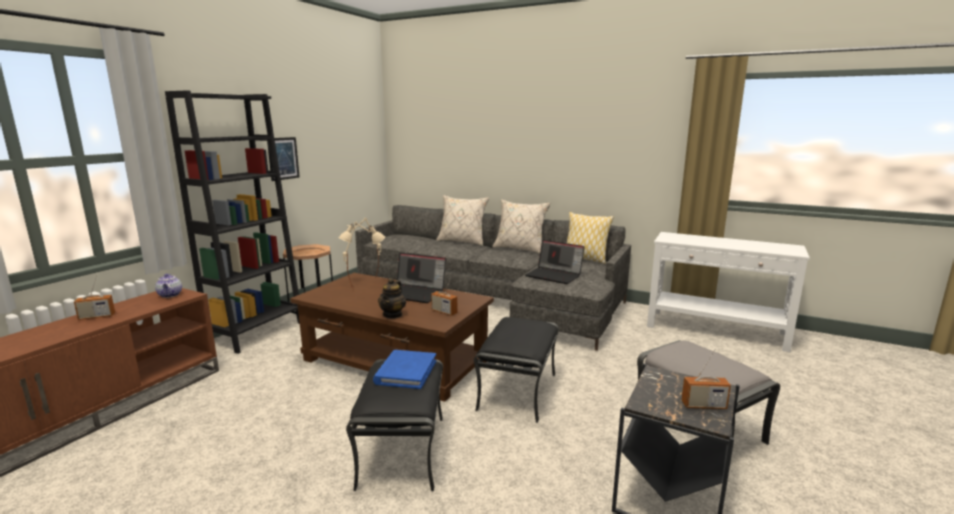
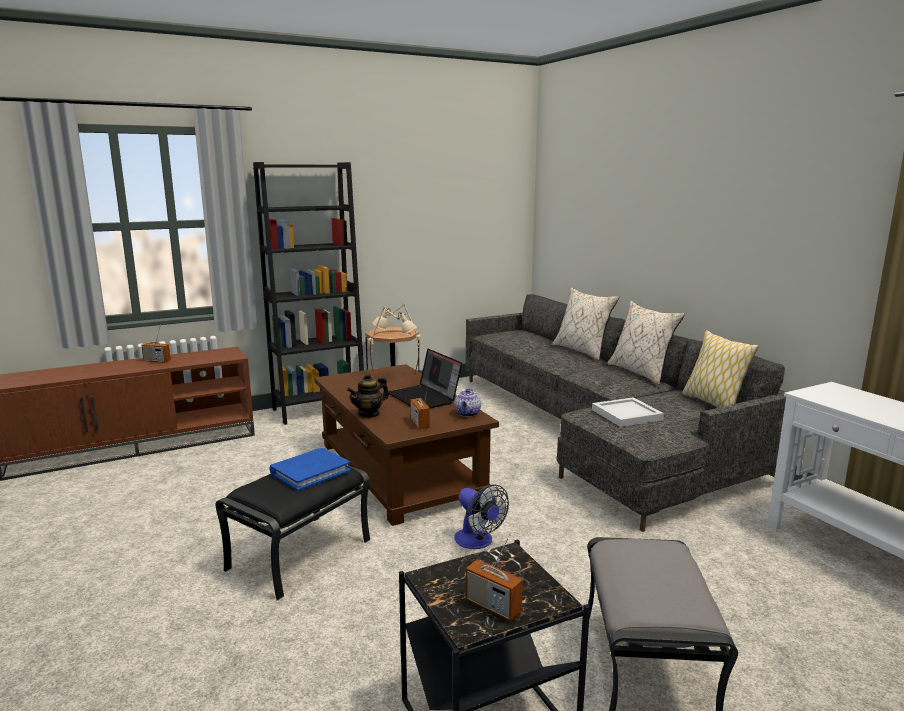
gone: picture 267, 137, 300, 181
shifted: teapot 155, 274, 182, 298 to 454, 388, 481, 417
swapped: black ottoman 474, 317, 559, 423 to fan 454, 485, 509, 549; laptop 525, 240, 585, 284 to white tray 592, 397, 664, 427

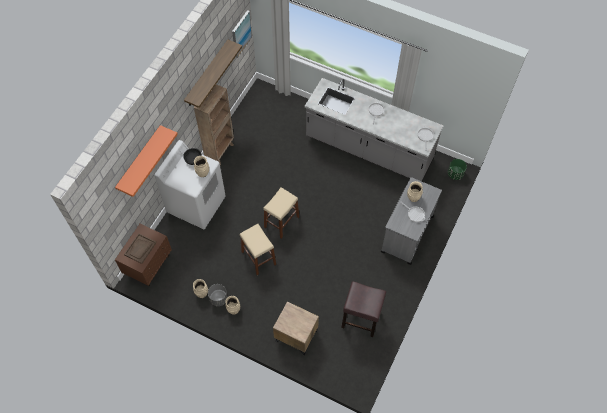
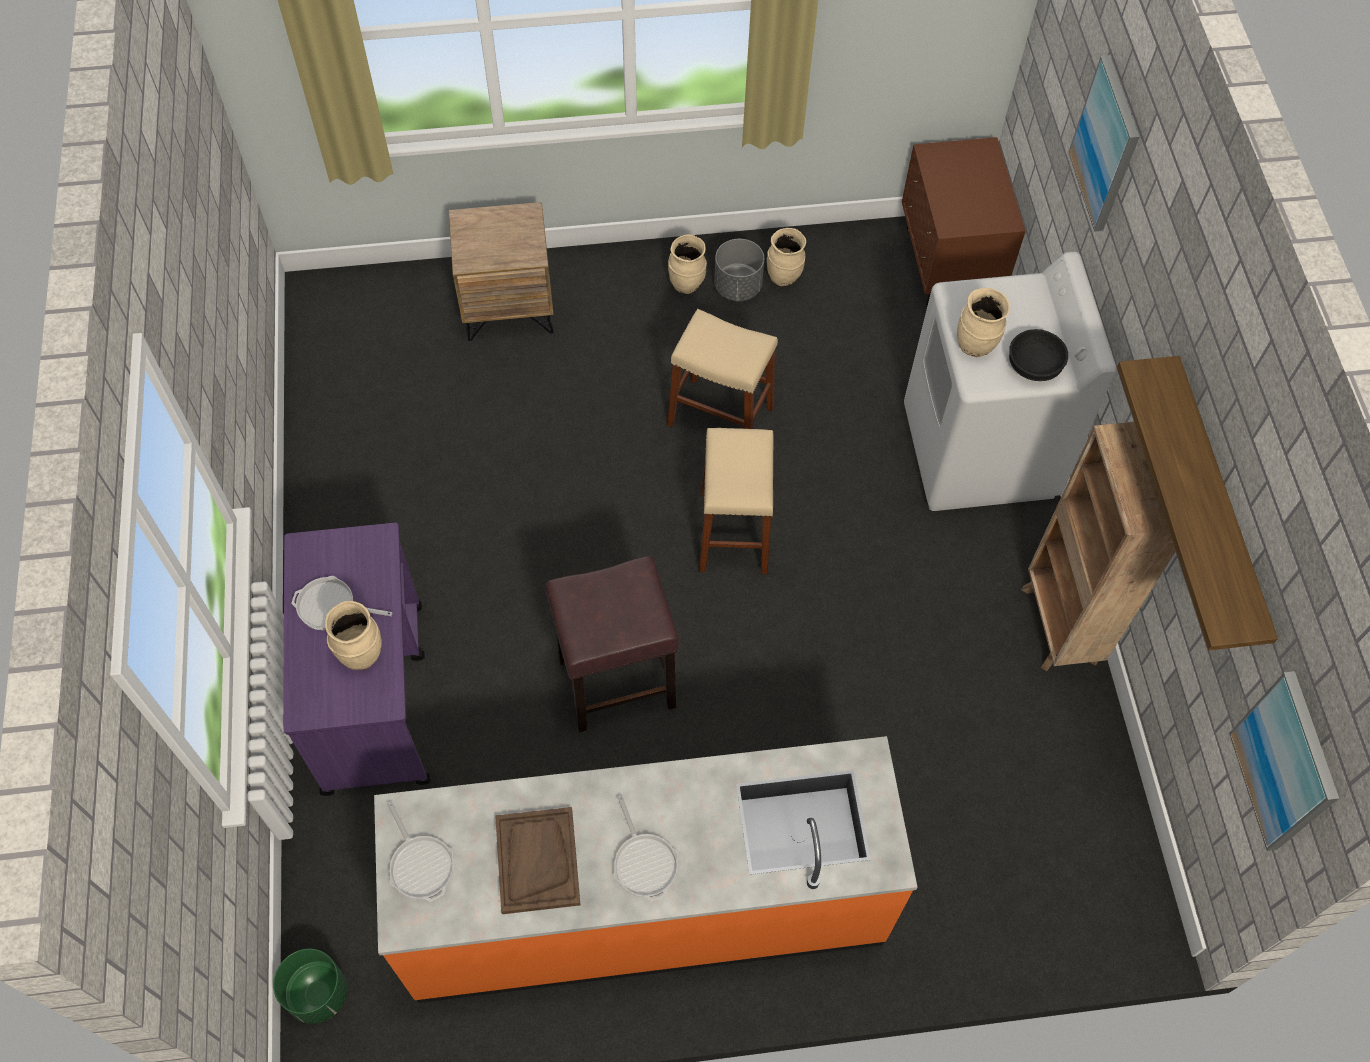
shifted: brown tray 124, 233, 156, 264 to 495, 807, 580, 914; brown stool 341, 281, 386, 337 to 545, 556, 679, 733
swapped: orange shelf 115, 125, 178, 197 to picture 1068, 55, 1139, 232
repainted: grey counter 305, 78, 443, 181 to orange counter 374, 736, 917, 1003; grey cart 381, 177, 442, 265 to purple cart 283, 523, 430, 796

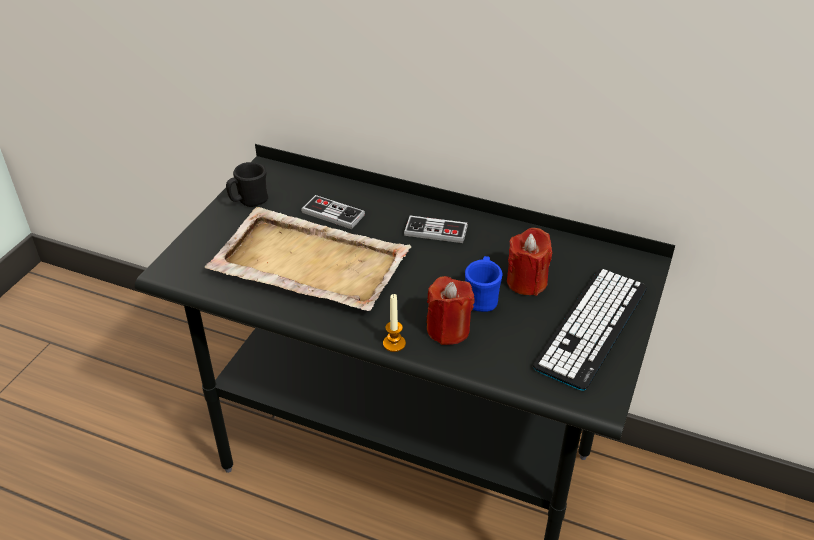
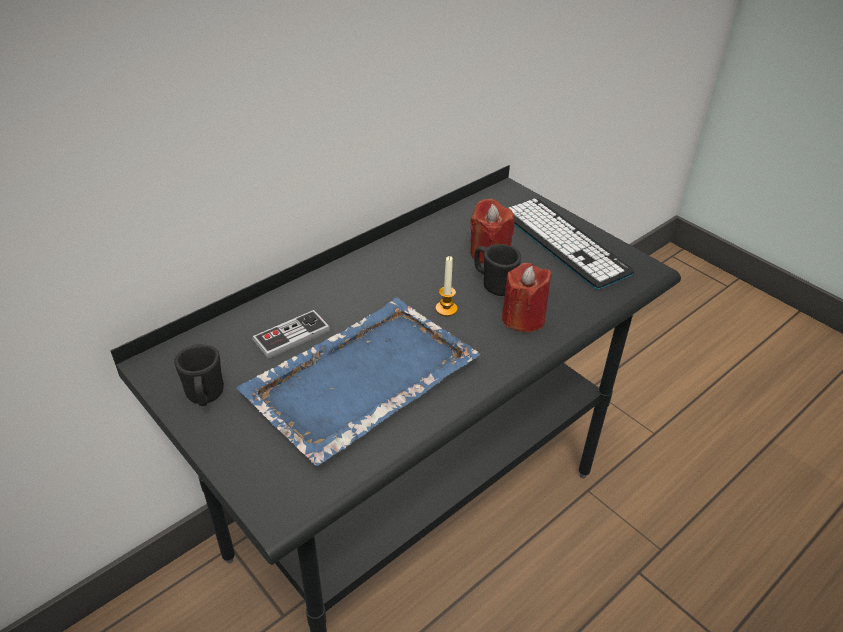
gone: game controller 404, 216, 468, 243
shifted: candle 383, 294, 406, 352 to 436, 256, 458, 316
repainted: beige tray 205, 207, 411, 311 to blue tray 236, 298, 480, 466; blue mug 465, 256, 503, 312 to black mug 475, 244, 521, 296

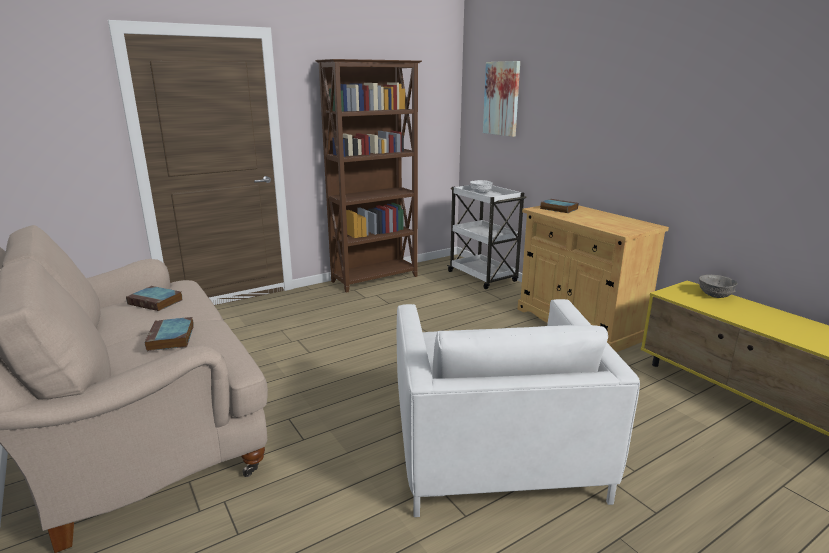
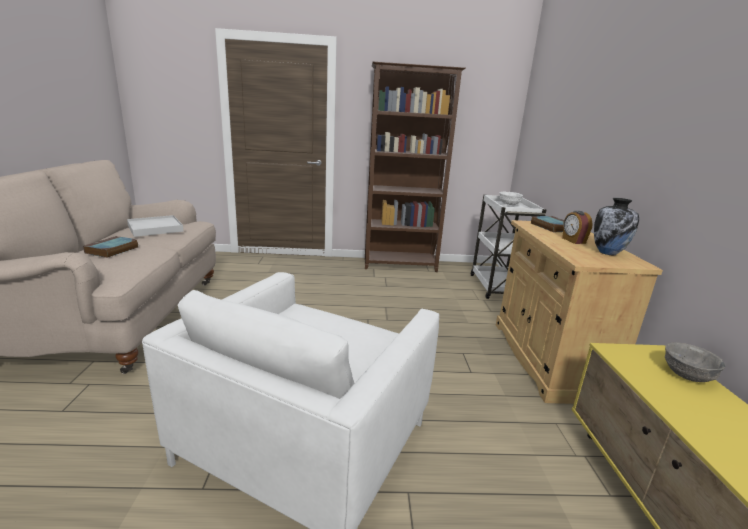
gone: picture 483, 61, 520, 137
new: alarm clock 562, 211, 593, 244; vase 594, 198, 639, 255
swapped: book 126, 286, 182, 311 to white tray 127, 215, 184, 237

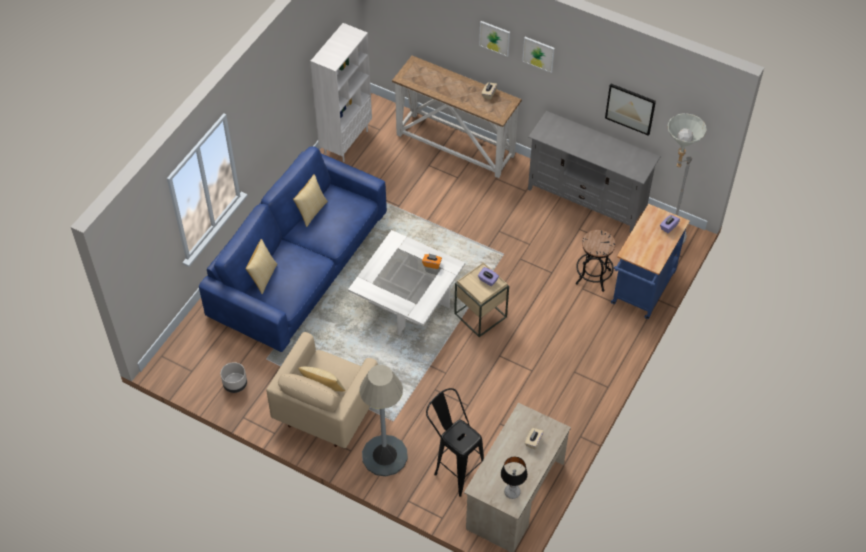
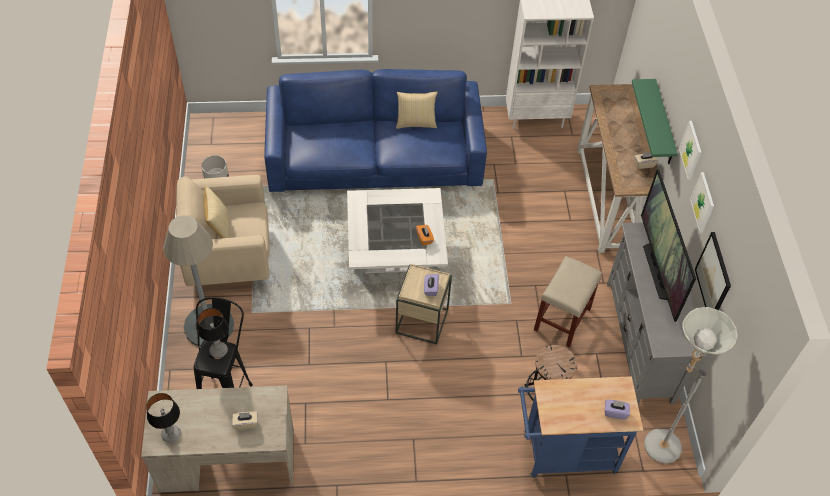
gone: pillow 246, 239, 277, 294
new: table lamp 197, 308, 229, 358; beige stool 534, 256, 602, 348; green shelf 632, 79, 678, 164; television 641, 169, 696, 322
shifted: picture 479, 21, 510, 57 to 690, 172, 714, 233

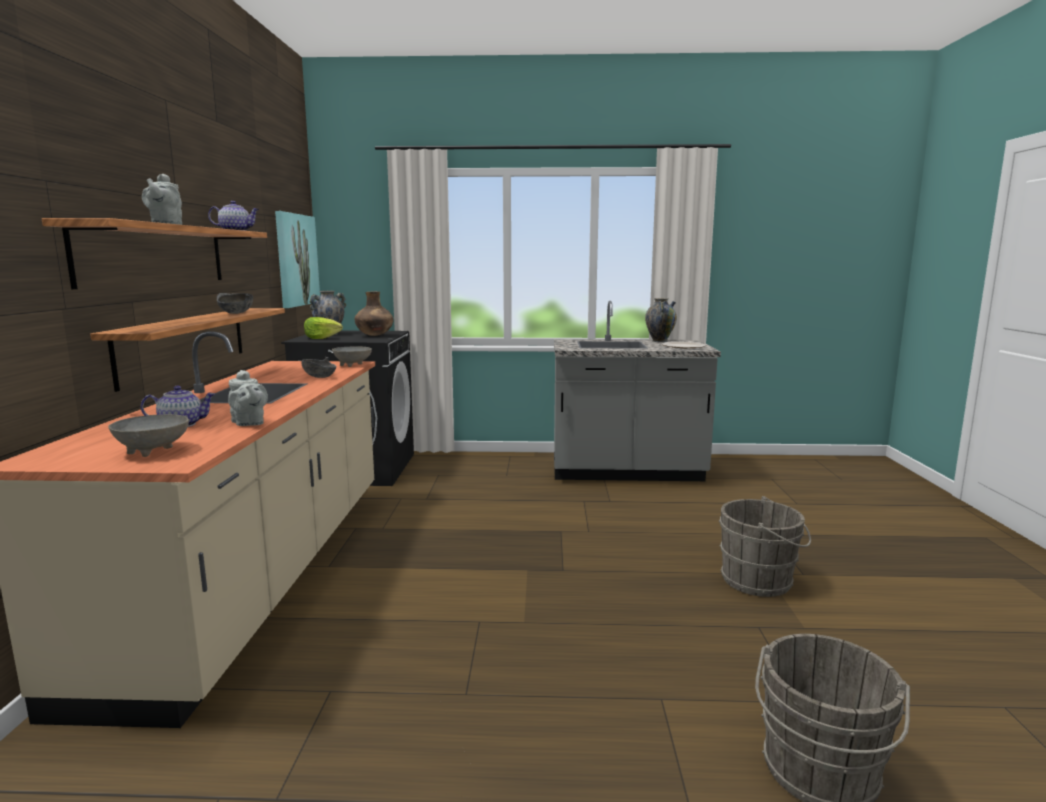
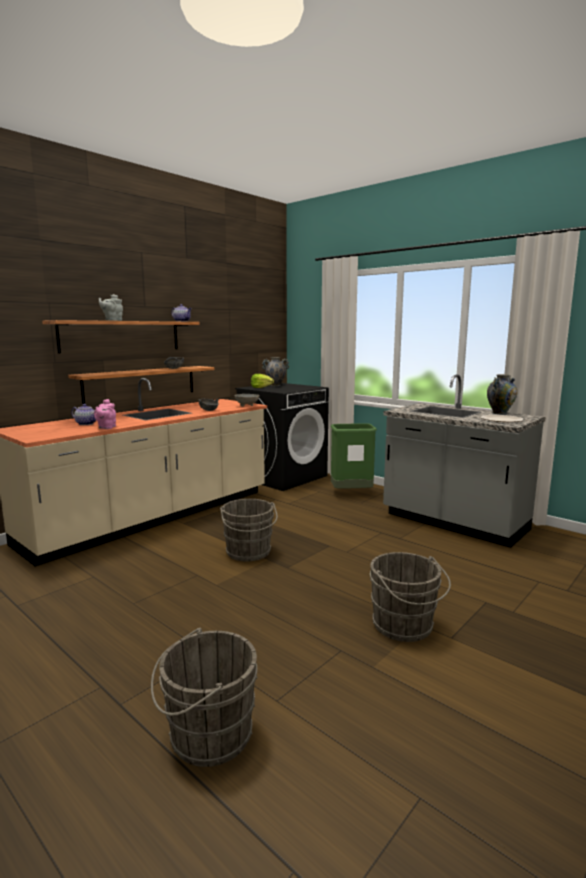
gone: grey bowl 108, 414, 189, 457; picture 275, 211, 320, 308; brown vase 355, 291, 394, 336
new: grey bucket 220, 499, 278, 561; green trash can 331, 423, 377, 489
repainted: grey teapot 228, 370, 268, 426 to pink teapot 94, 399, 116, 429

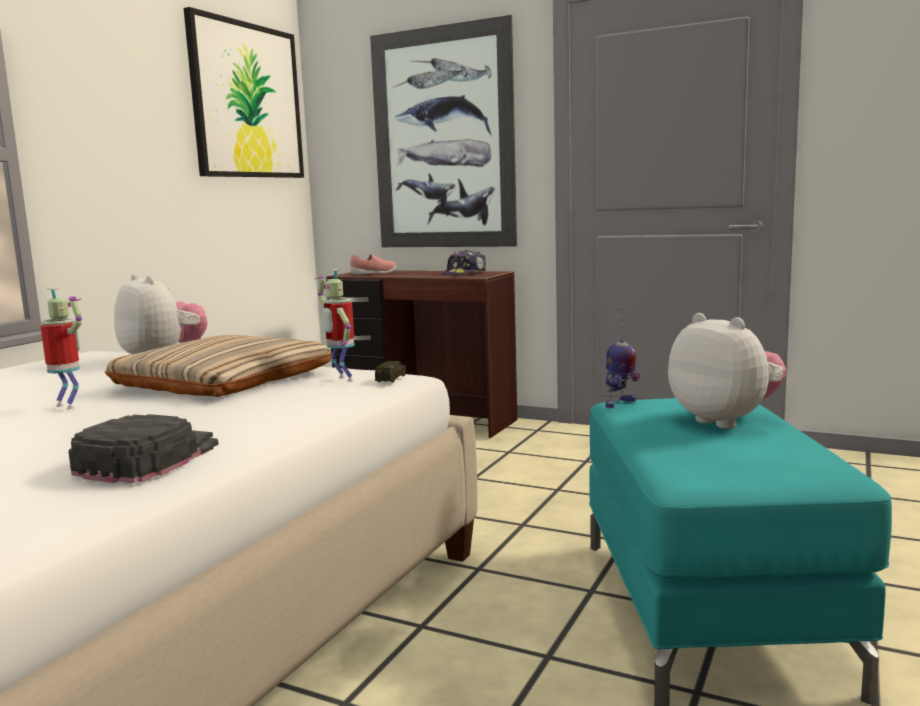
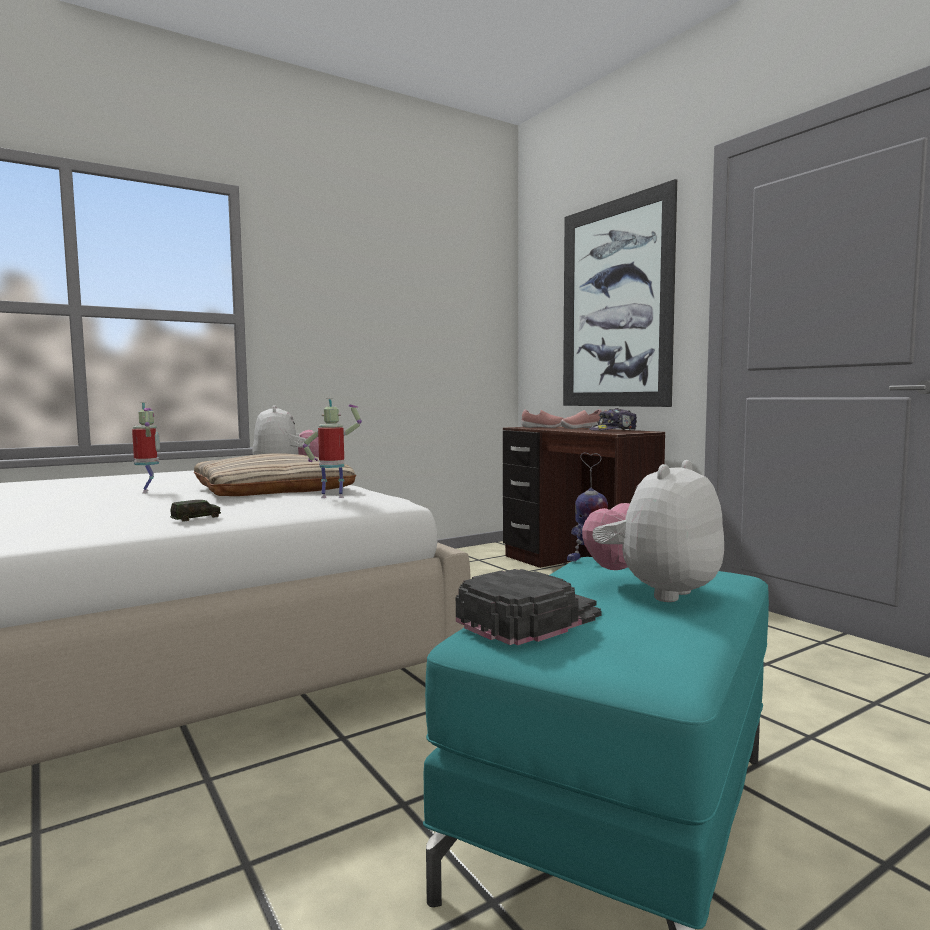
gone: picture 184, 7, 304, 178
new: pink shoe 561, 409, 602, 429
shifted: black cap 68, 414, 219, 483 to 456, 569, 601, 645; toy car 375, 361, 406, 383 to 170, 500, 221, 522
rotated: toy robot 315, 269, 355, 382 = 303, 398, 362, 498 90 degrees clockwise; plush toy 668, 313, 786, 429 = 582, 460, 724, 602 135 degrees counterclockwise

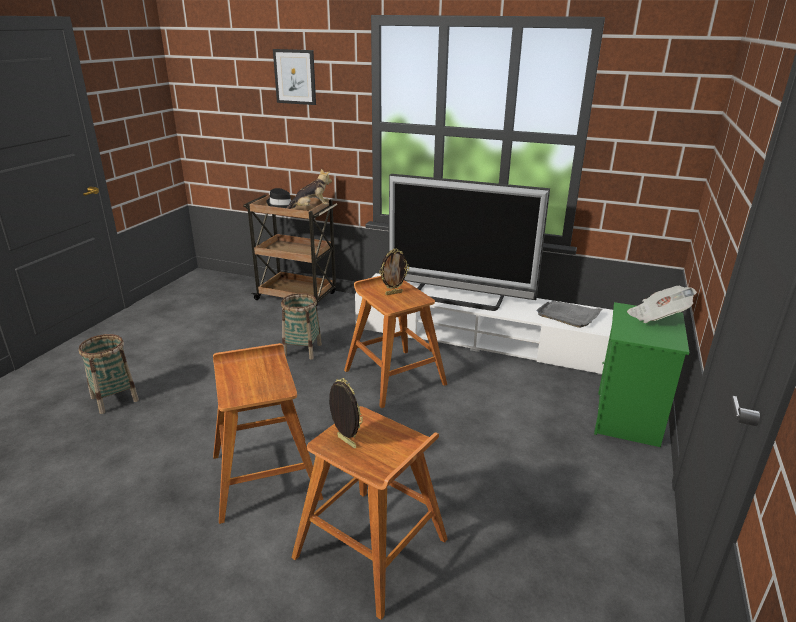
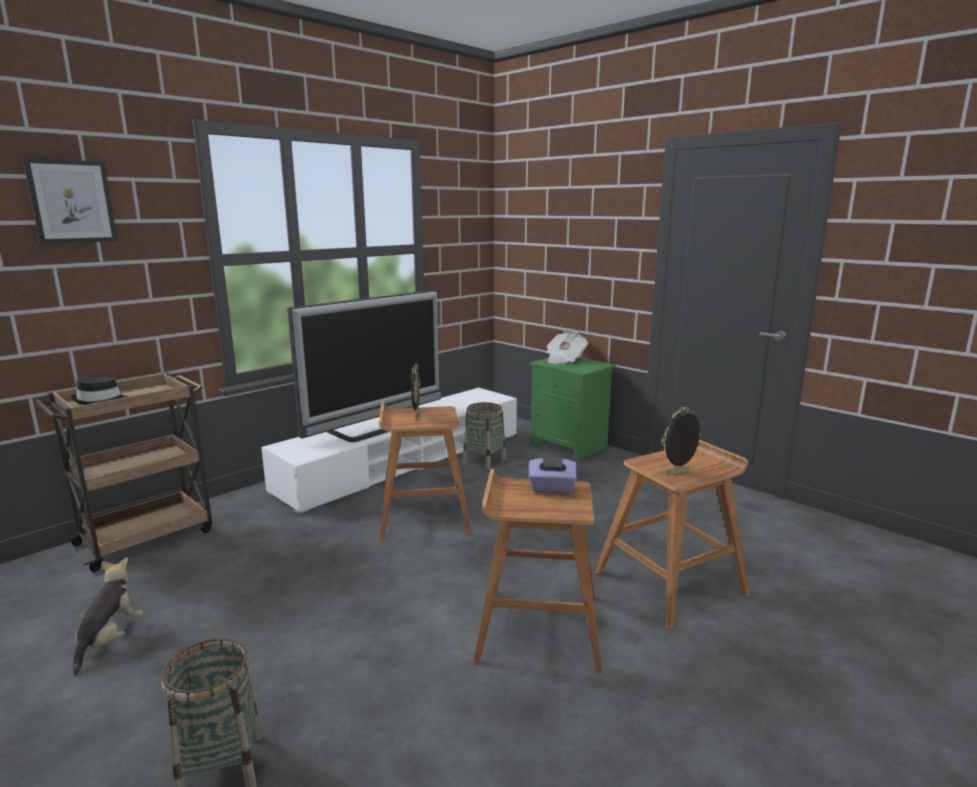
gone: grey tray 536, 300, 603, 328
new: purple tissue box 529, 457, 577, 494
shifted: basket 281, 293, 322, 360 to 463, 402, 506, 470; plush toy 287, 169, 332, 209 to 73, 557, 143, 676

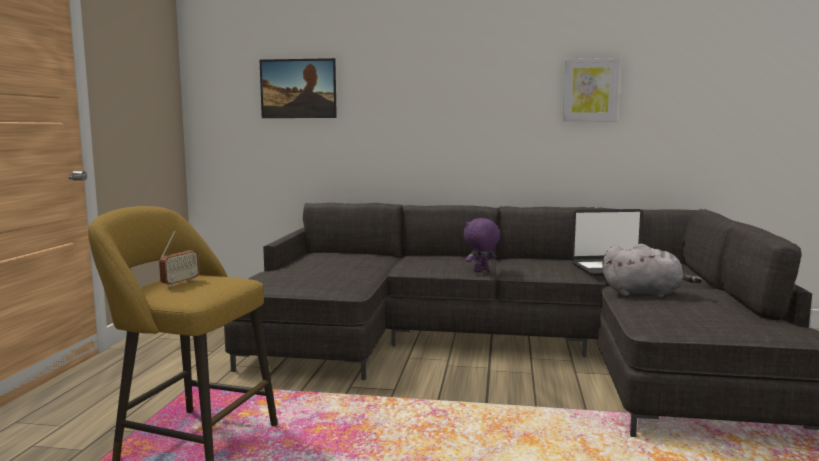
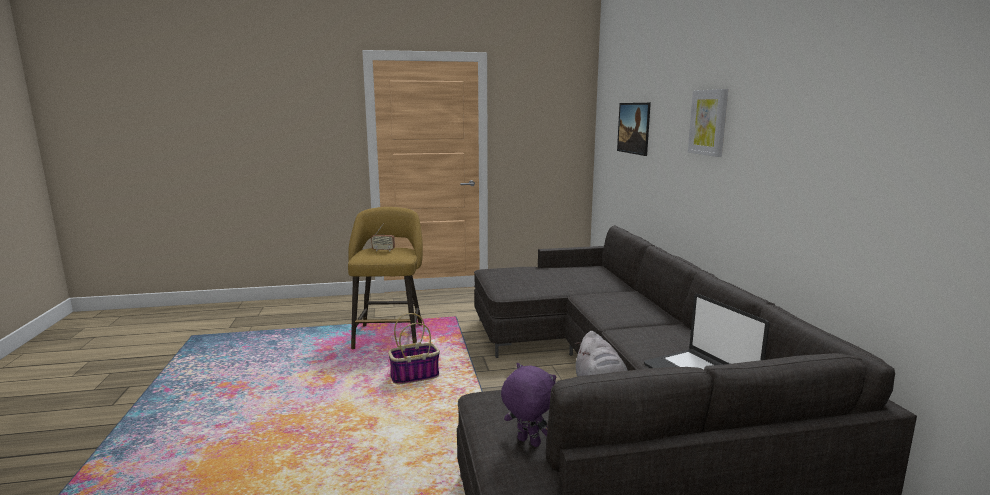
new: basket 388, 313, 440, 384
shifted: purple plush toy 464, 218, 500, 272 to 501, 363, 556, 447; picture 562, 58, 620, 121 to 688, 89, 729, 157

